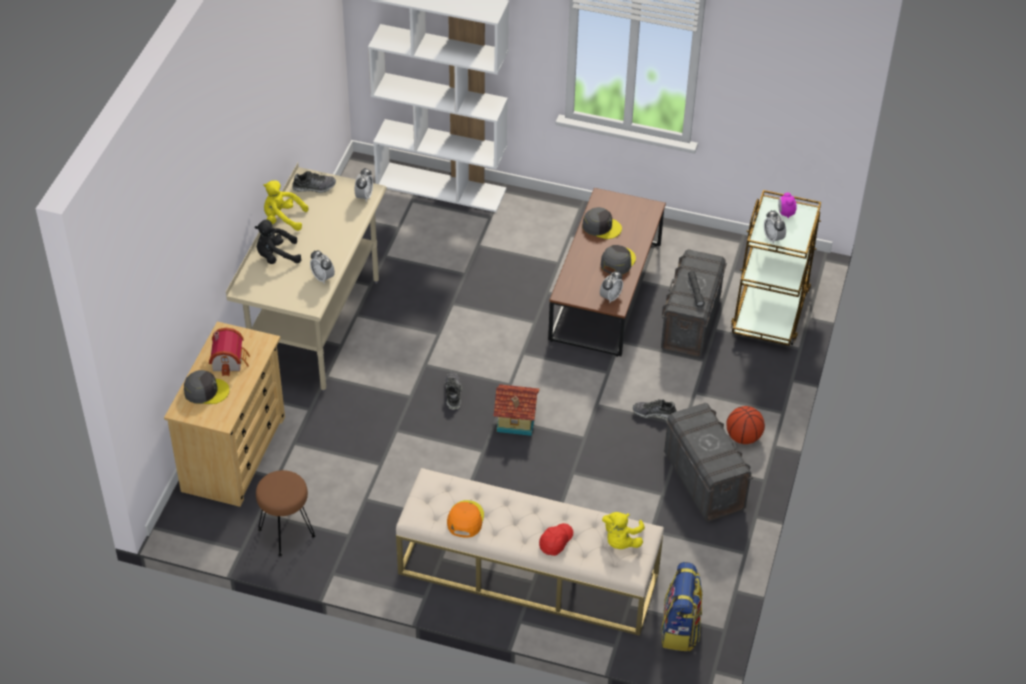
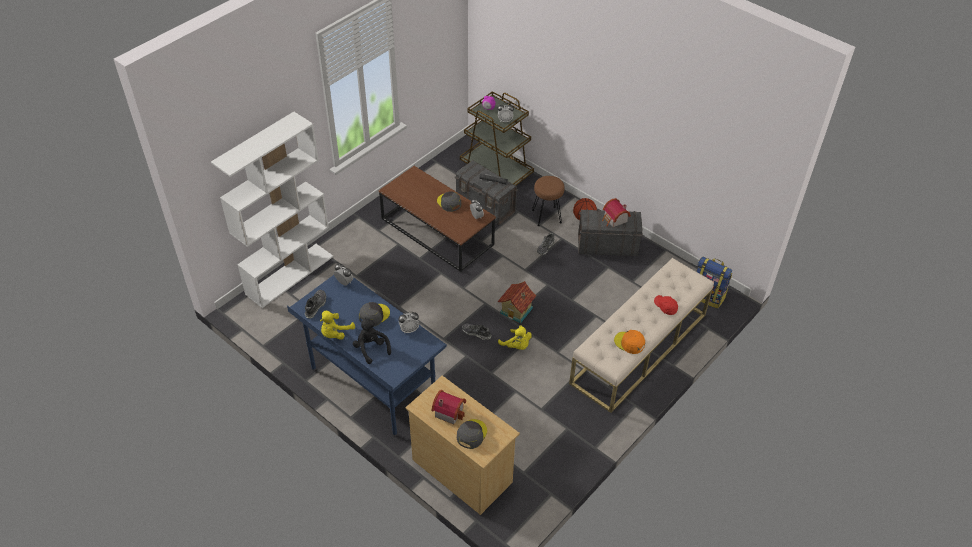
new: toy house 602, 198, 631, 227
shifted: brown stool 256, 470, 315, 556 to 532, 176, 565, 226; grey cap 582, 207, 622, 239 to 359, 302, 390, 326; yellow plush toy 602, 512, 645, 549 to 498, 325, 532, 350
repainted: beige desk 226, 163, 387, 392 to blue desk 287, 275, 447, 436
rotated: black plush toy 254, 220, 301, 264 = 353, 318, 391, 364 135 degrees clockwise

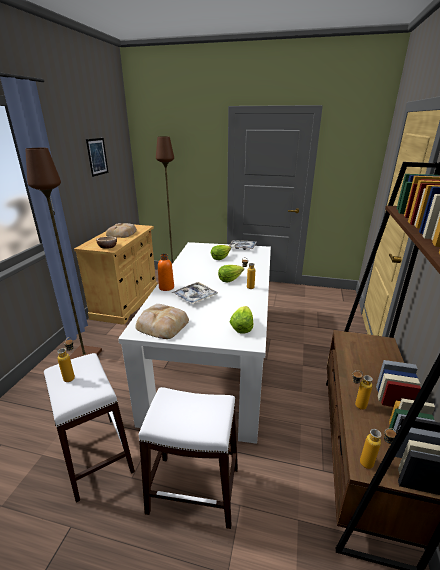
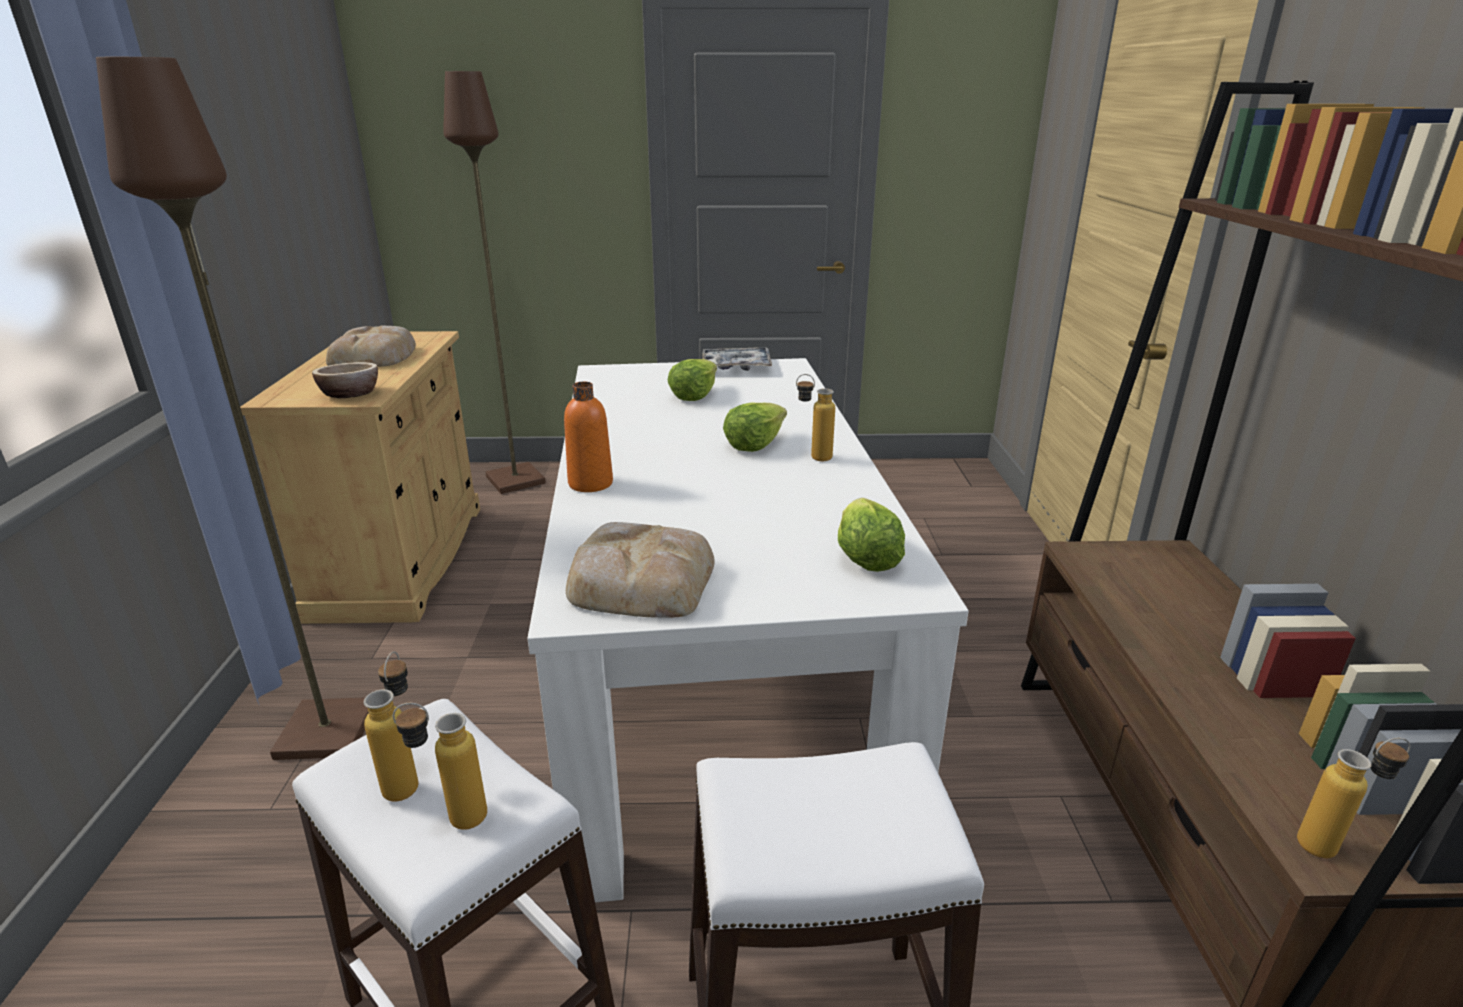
gone: picture 86, 138, 109, 177; tray 172, 282, 218, 304
shifted: bottle 352, 370, 373, 410 to 393, 703, 487, 830

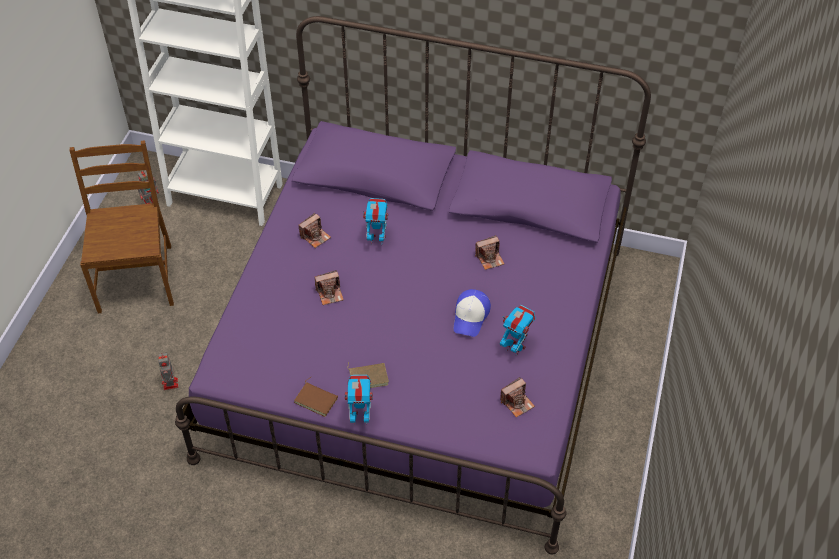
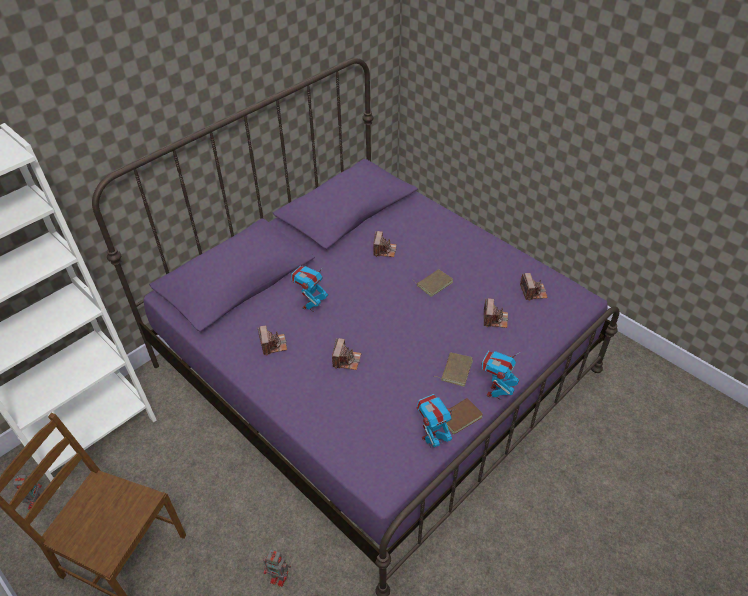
new: photo camera 484, 298, 508, 328
shifted: toy robot 500, 305, 535, 356 to 416, 394, 455, 449
swapped: cap 454, 289, 491, 337 to brown book 413, 269, 453, 297

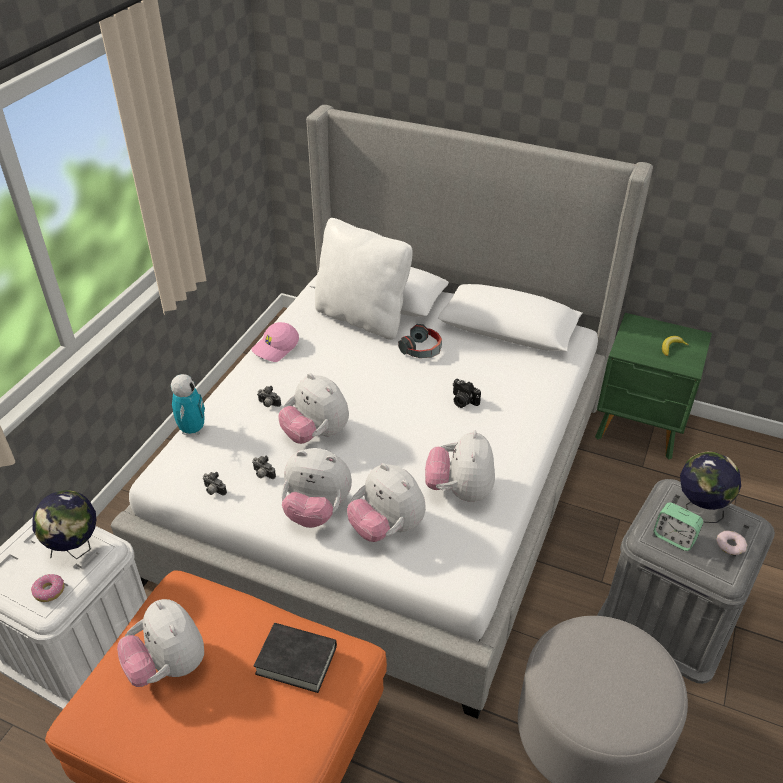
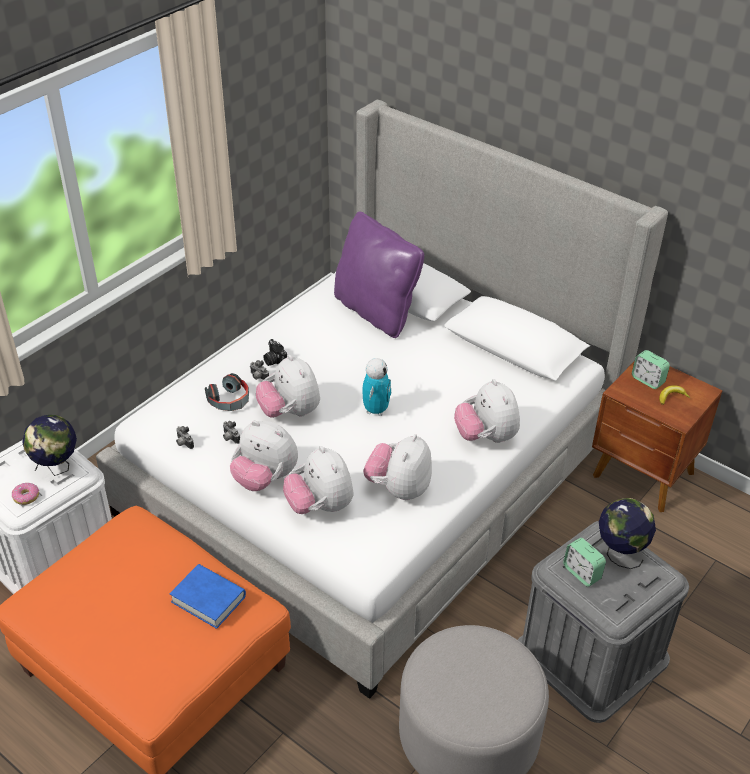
gone: pink cap 251, 322, 299, 362; donut 716, 531, 747, 555
new: alarm clock 632, 350, 670, 389
shifted: plush toy 117, 599, 204, 687 to 454, 379, 520, 443; toy robot 171, 374, 205, 435 to 362, 358, 391, 416; headphones 398, 324, 442, 358 to 205, 373, 249, 411; photo camera 452, 379, 481, 408 to 263, 339, 287, 366
repainted: black book 254, 623, 337, 693 to blue book 169, 564, 246, 629; white pillow 315, 218, 413, 340 to purple pillow 334, 211, 424, 338; green nightstand 595, 313, 712, 460 to brown nightstand 592, 362, 723, 512

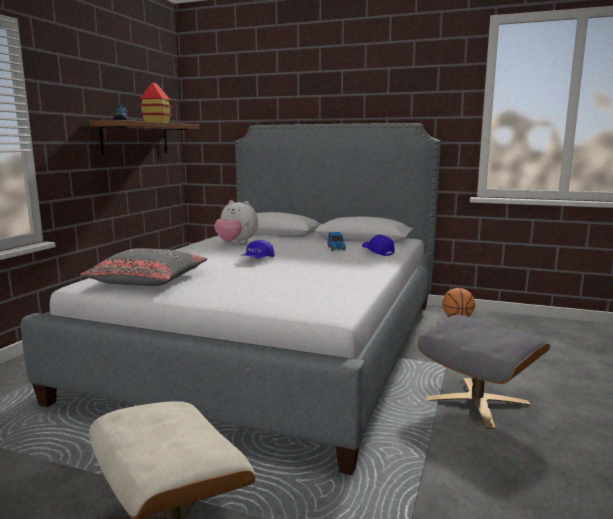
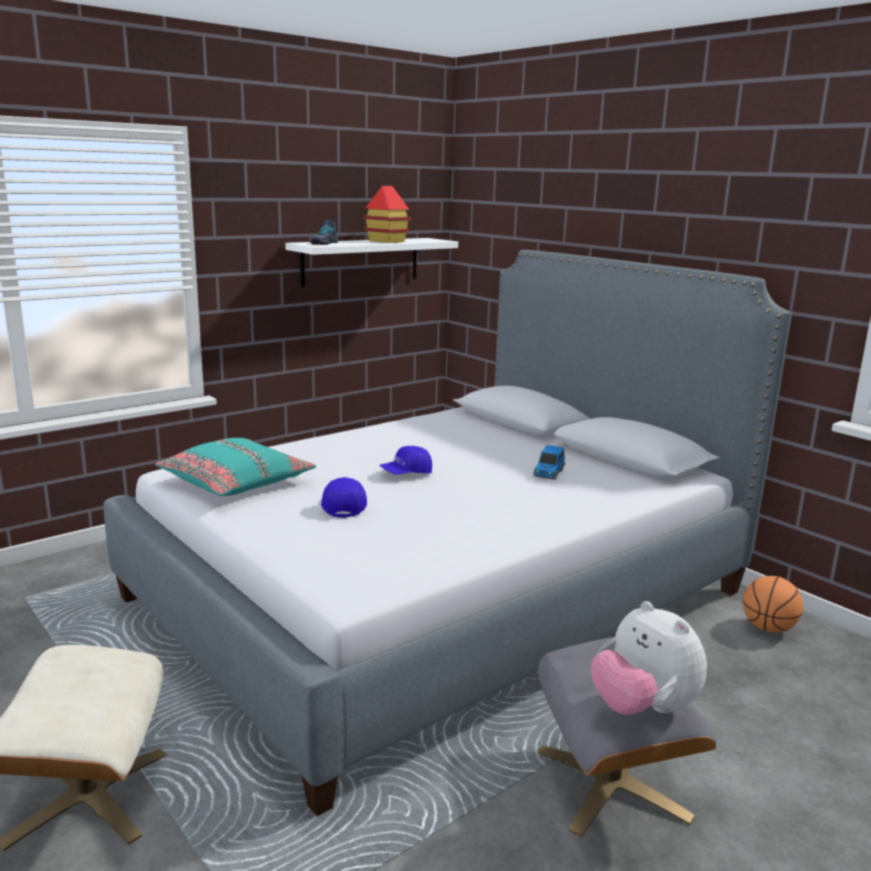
shifted: plush toy 214, 200, 258, 244 to 591, 601, 707, 715; blue cap 362, 235, 394, 256 to 321, 477, 367, 518
repainted: grey pillow 80, 248, 207, 286 to turquoise pillow 155, 438, 316, 496; brown shelf 90, 120, 200, 155 to white shelf 285, 238, 458, 287

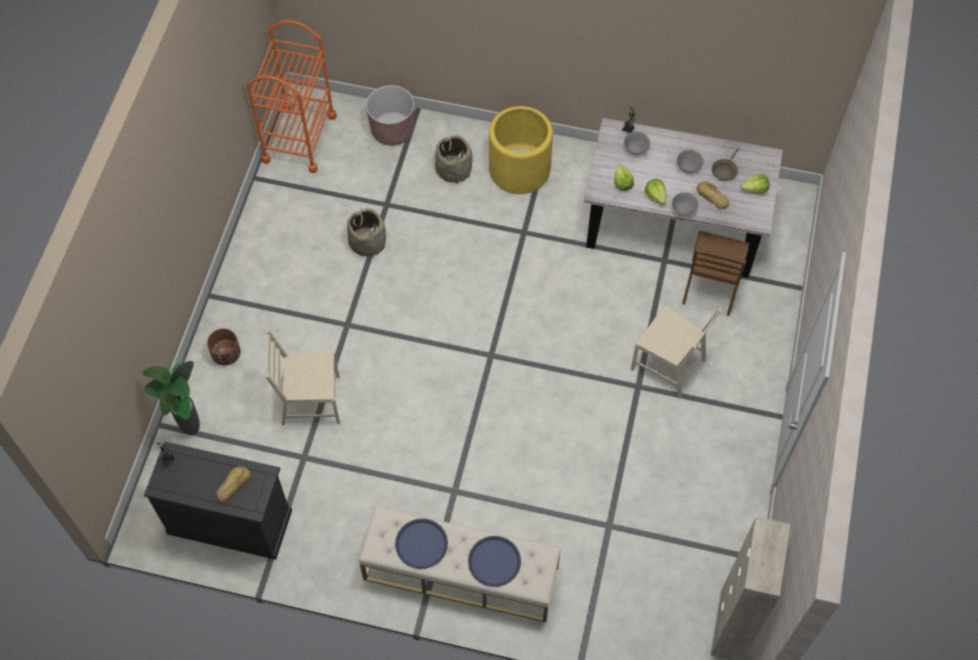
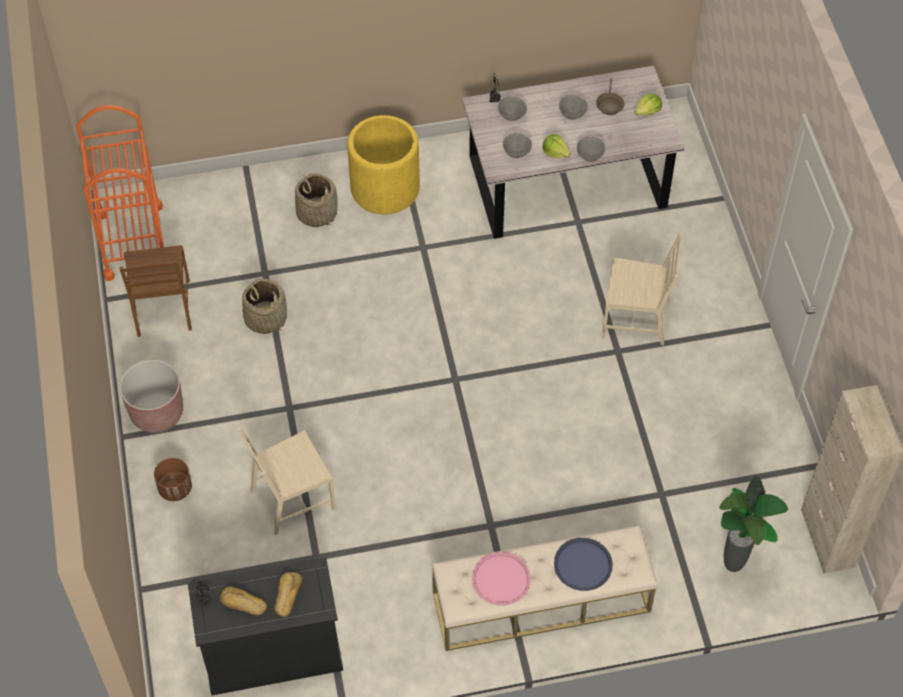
shifted: potted plant 142, 361, 200, 435 to 719, 477, 788, 572; brown planter 366, 85, 414, 146 to 120, 360, 183, 433; brown chair 682, 231, 750, 316 to 120, 245, 192, 337; bread 696, 181, 729, 209 to 220, 586, 267, 615
swapped: lettuce 614, 165, 634, 191 to grey bowl 503, 133, 532, 158
repainted: blue tray 395, 519, 448, 569 to pink tray 472, 552, 531, 605

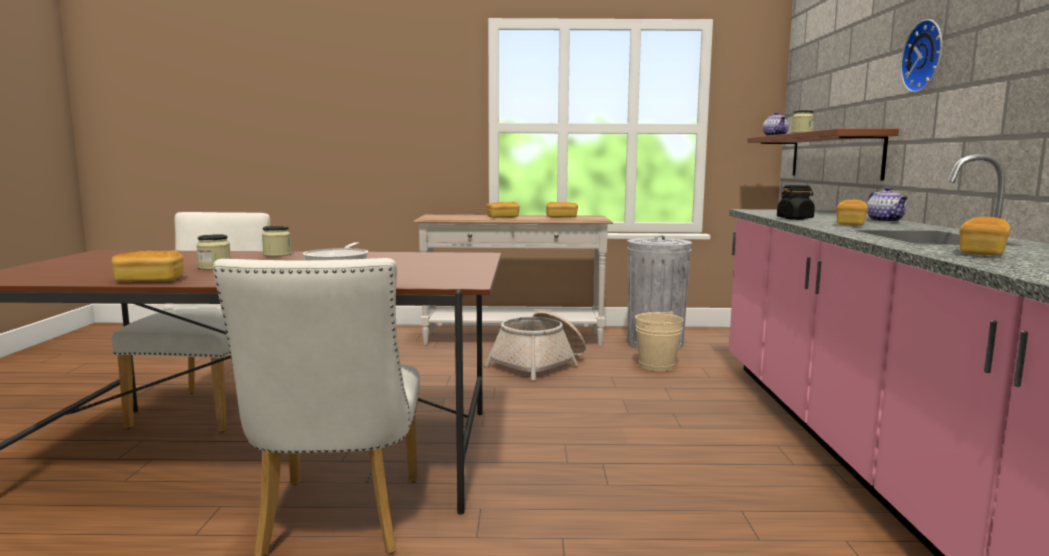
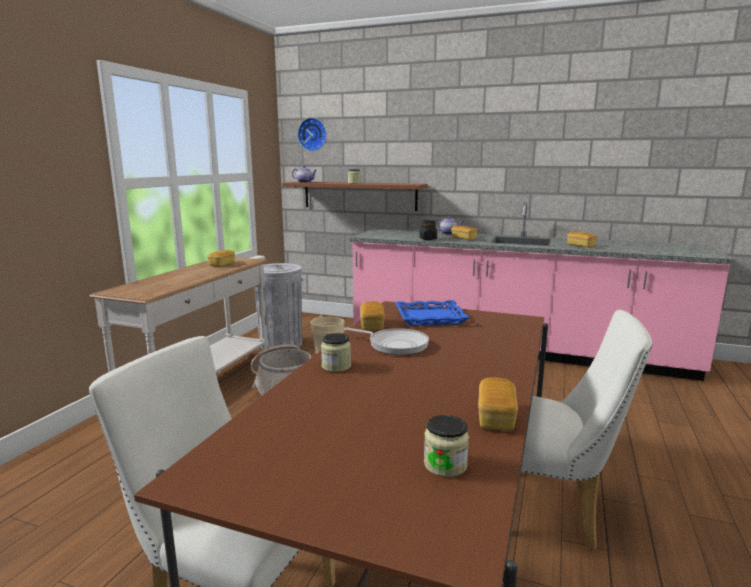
new: blue tray 395, 300, 470, 326
shifted: jar 196, 234, 231, 270 to 424, 415, 469, 477; bread 486, 202, 519, 218 to 360, 301, 385, 330; wall clock 900, 19, 942, 93 to 297, 117, 327, 152

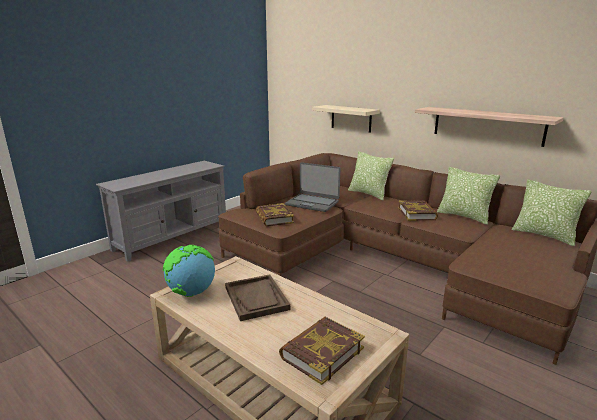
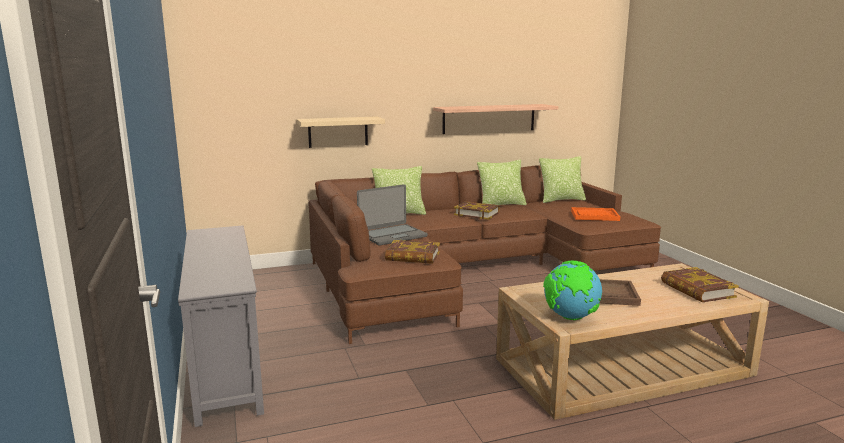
new: orange tray 571, 207, 620, 221

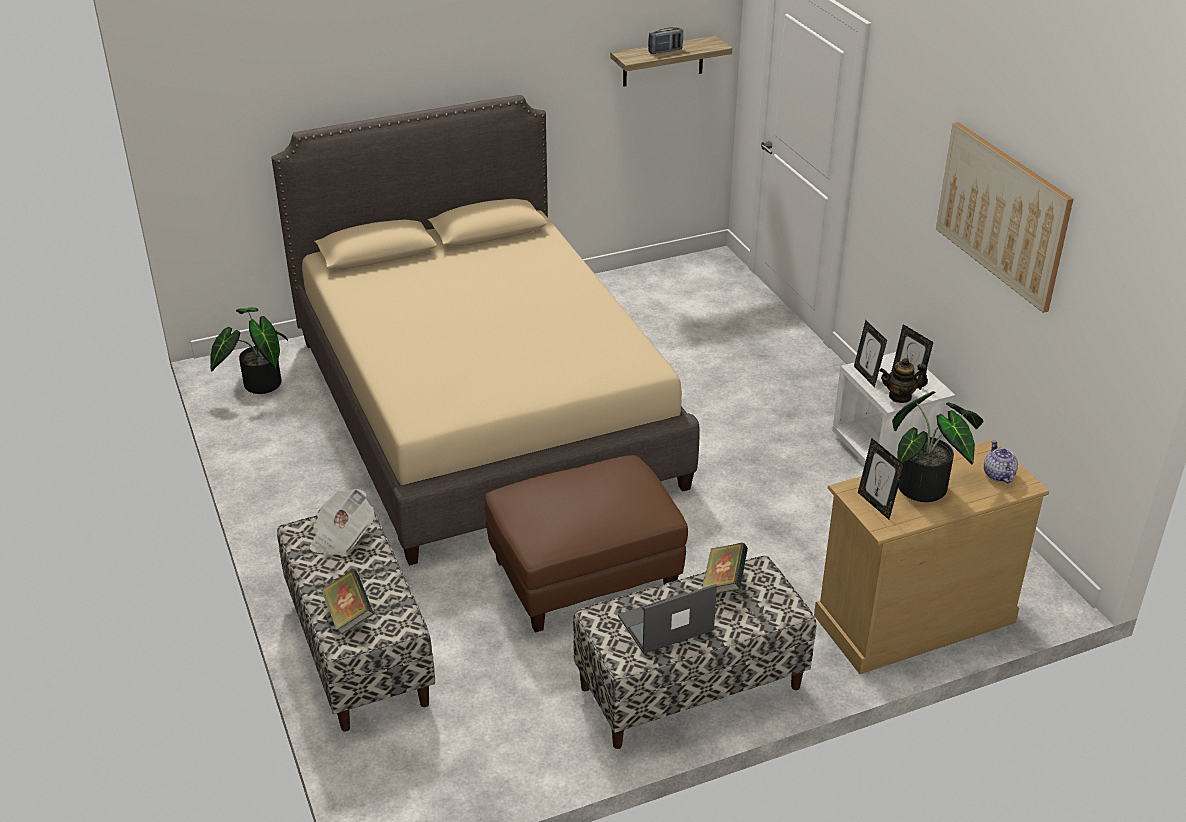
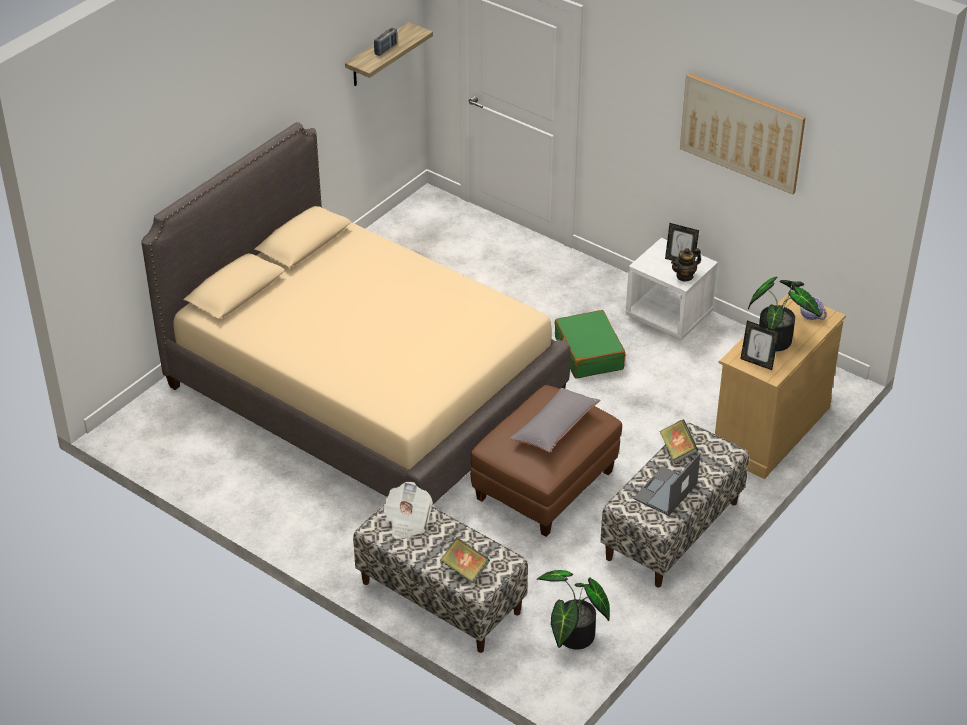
gone: picture frame 854, 320, 887, 387
new: grey pillow 510, 388, 601, 453; green suitcase 554, 310, 625, 379
shifted: potted plant 210, 307, 288, 394 to 537, 570, 610, 650

